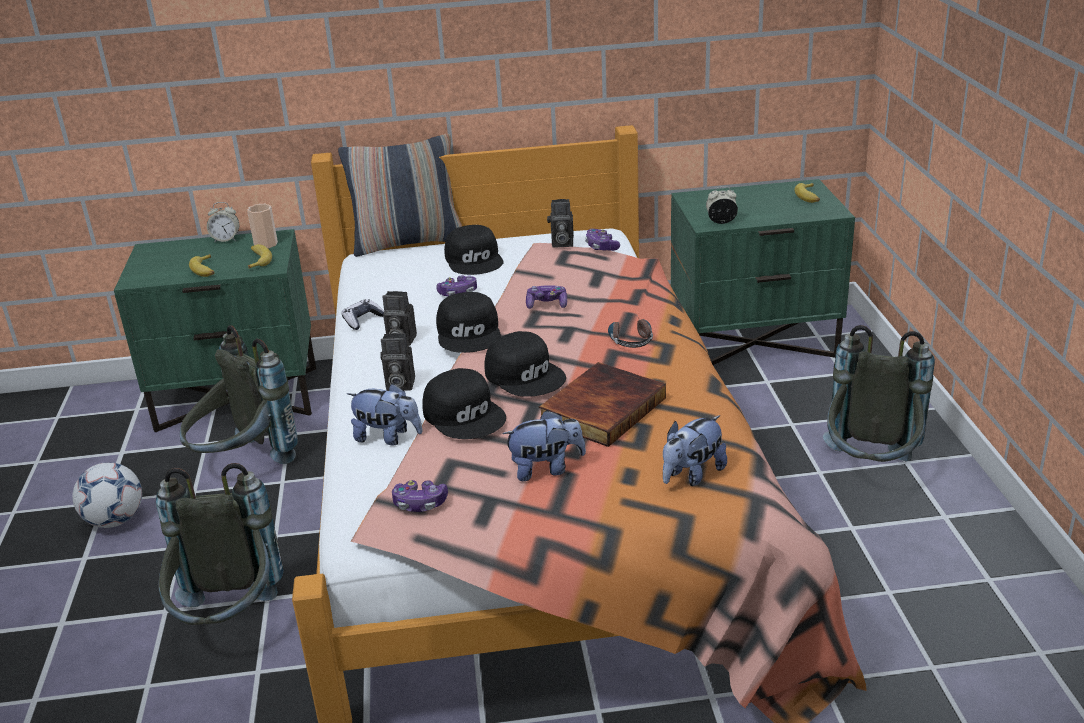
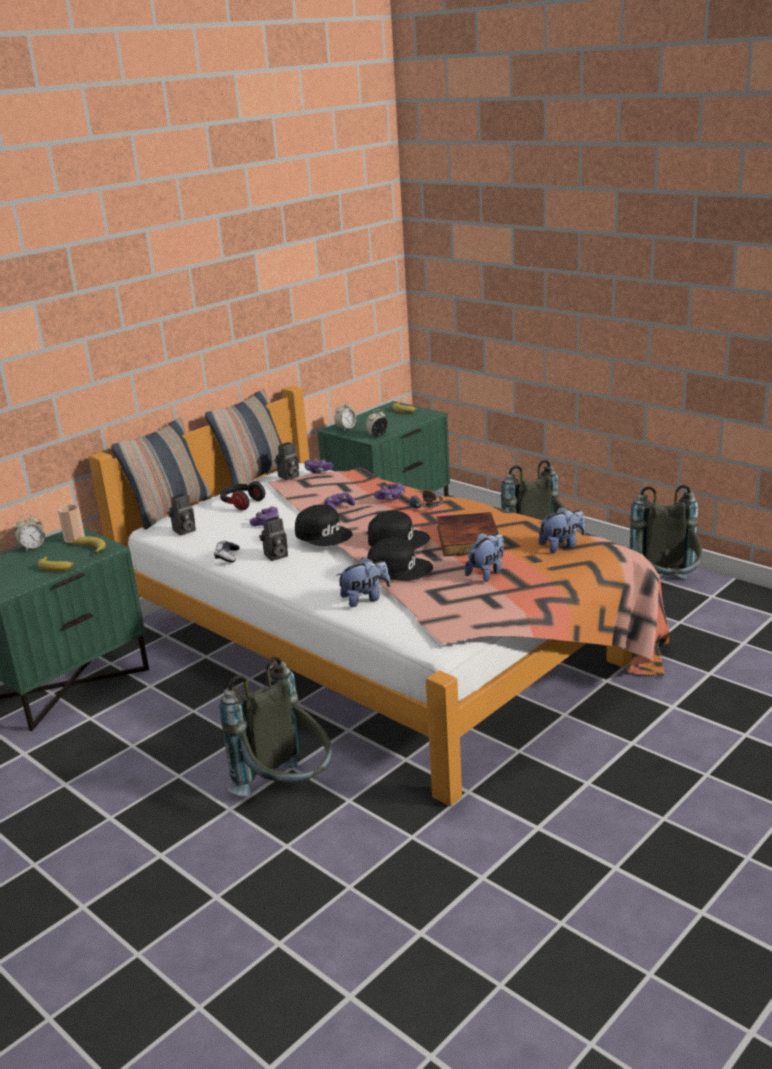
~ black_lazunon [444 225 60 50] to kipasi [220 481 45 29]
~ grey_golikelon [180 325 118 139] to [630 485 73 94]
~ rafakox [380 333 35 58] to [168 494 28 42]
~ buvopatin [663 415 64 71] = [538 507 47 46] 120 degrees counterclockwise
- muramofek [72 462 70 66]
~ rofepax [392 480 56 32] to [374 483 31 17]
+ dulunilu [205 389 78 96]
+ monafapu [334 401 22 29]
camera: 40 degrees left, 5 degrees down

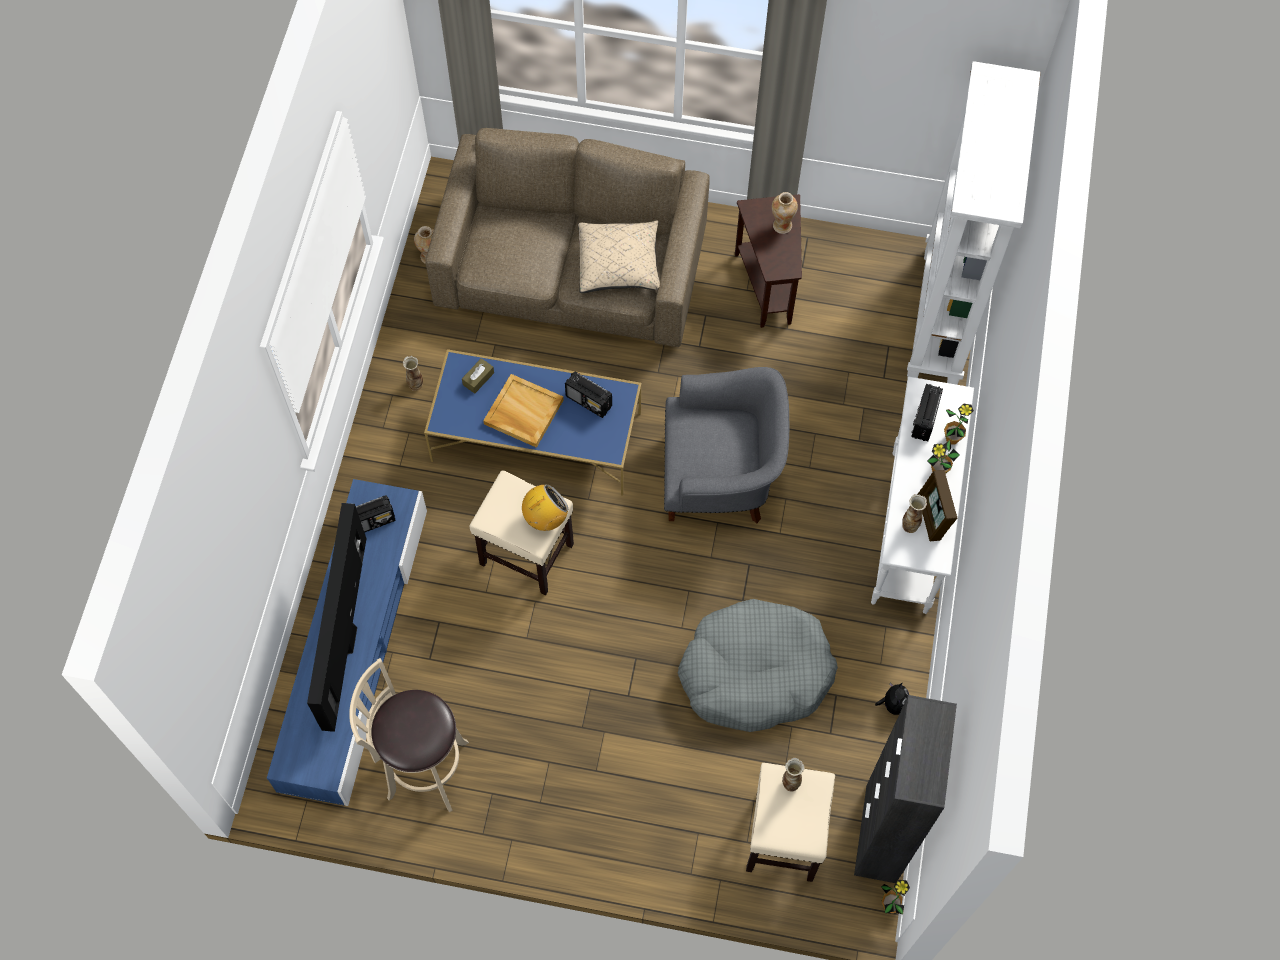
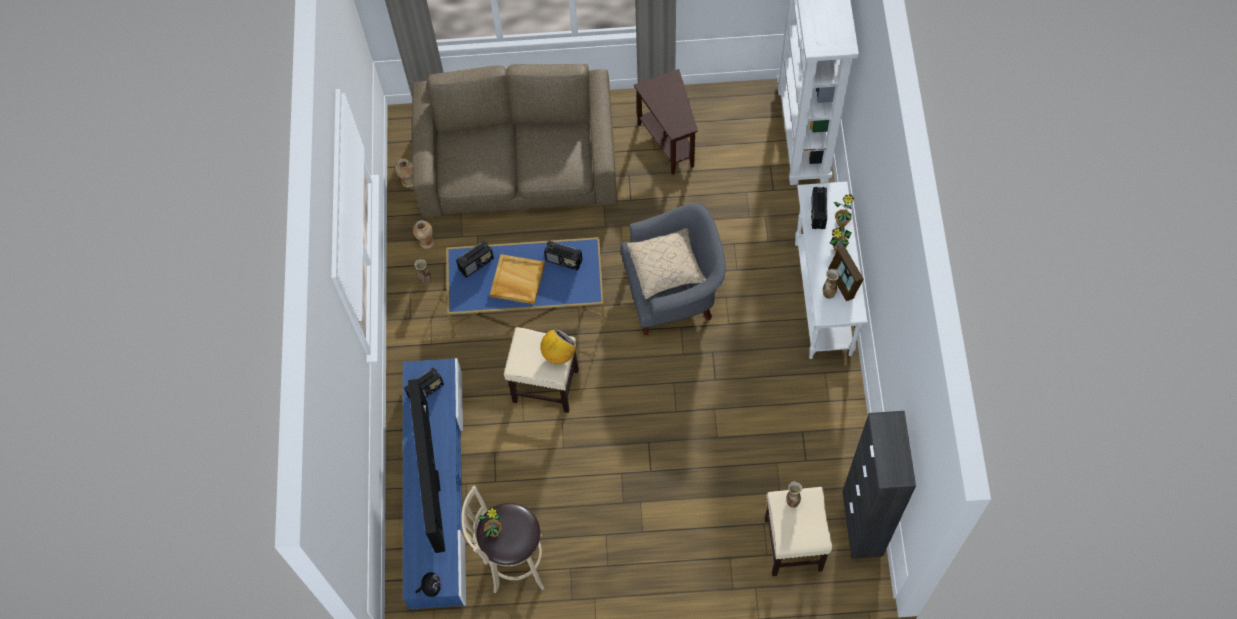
~ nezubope [772 192 26 42] to [413 220 21 29]
~ beige_dulunilu [578 220 82 73] to [626 228 80 72]
~ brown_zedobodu [462 358 32 36] to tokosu [456 241 38 37]
- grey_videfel [678 599 160 133]
~ buvopatin [875 682 34 33] to [415 572 26 25]
~ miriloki [881 880 29 34] to [478 507 24 30]
camera: 10 degrees left, 0 degrees up

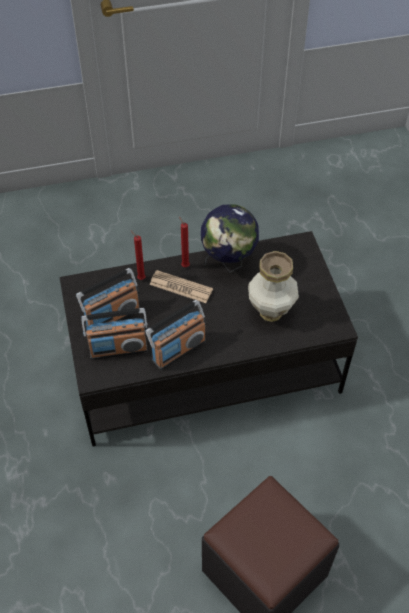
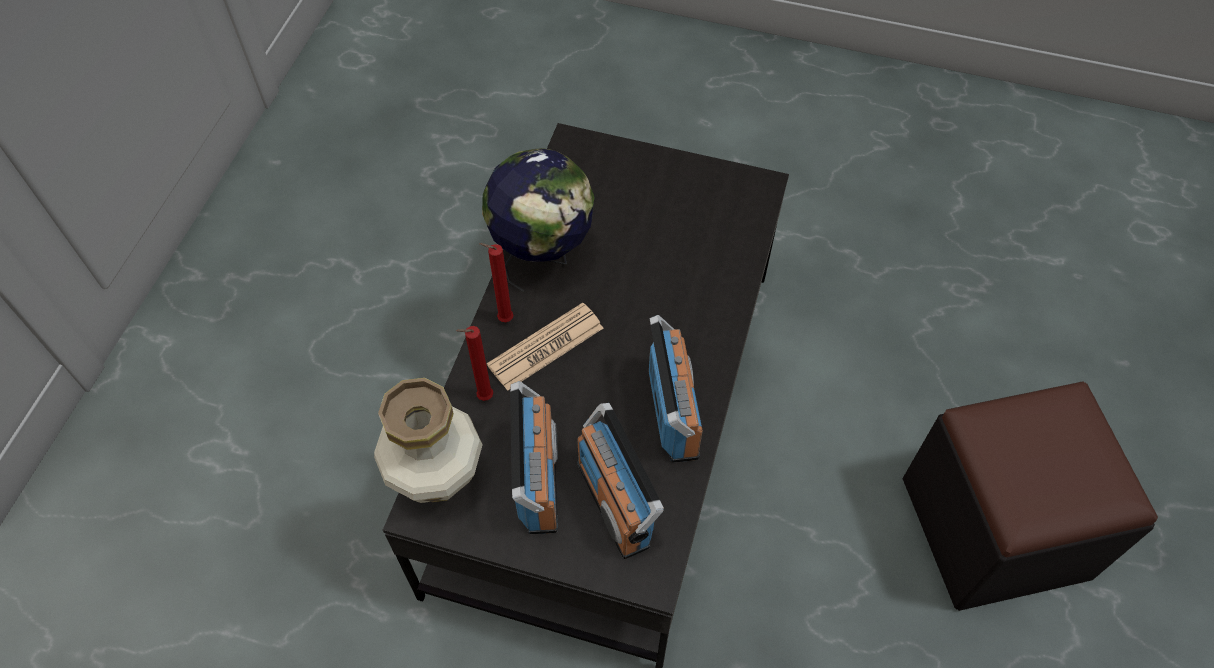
~ nezubope [248 251 51 71] to [374 378 109 125]
~ tokosu [81 308 67 52] = [577 403 87 156] 135 degrees clockwise
camera: 60 degrees left, 5 degrees up

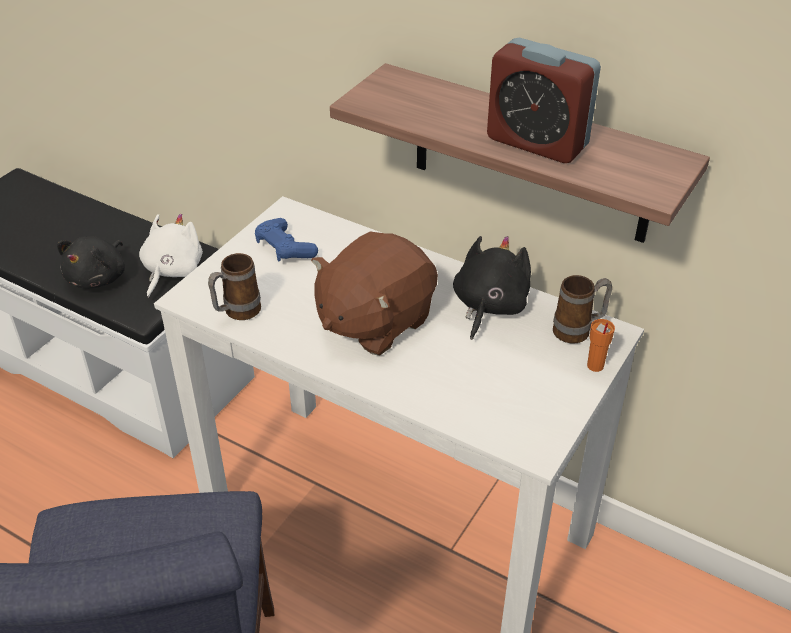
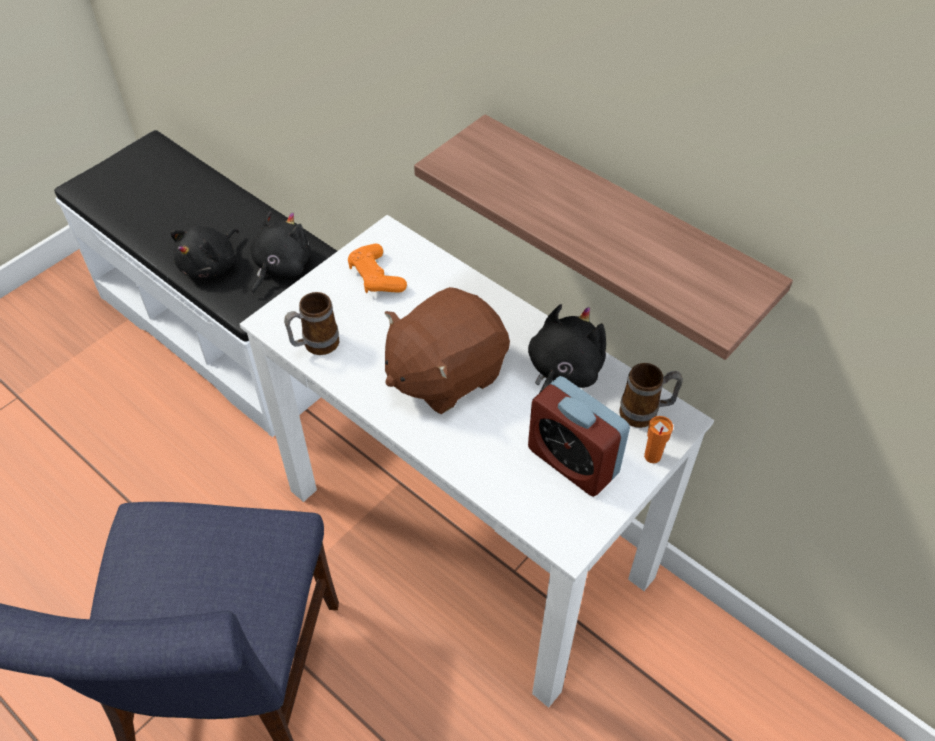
~ monafapu [487 38 114 125] to [528 376 102 121]
~ white_buvopatin [139 213 64 85] to black_buvopatin [250 211 61 84]
~ blue_rofepax [255 218 63 43] to orange_rofepax [348 244 59 49]
camera: 10 degrees right, 10 degrees up

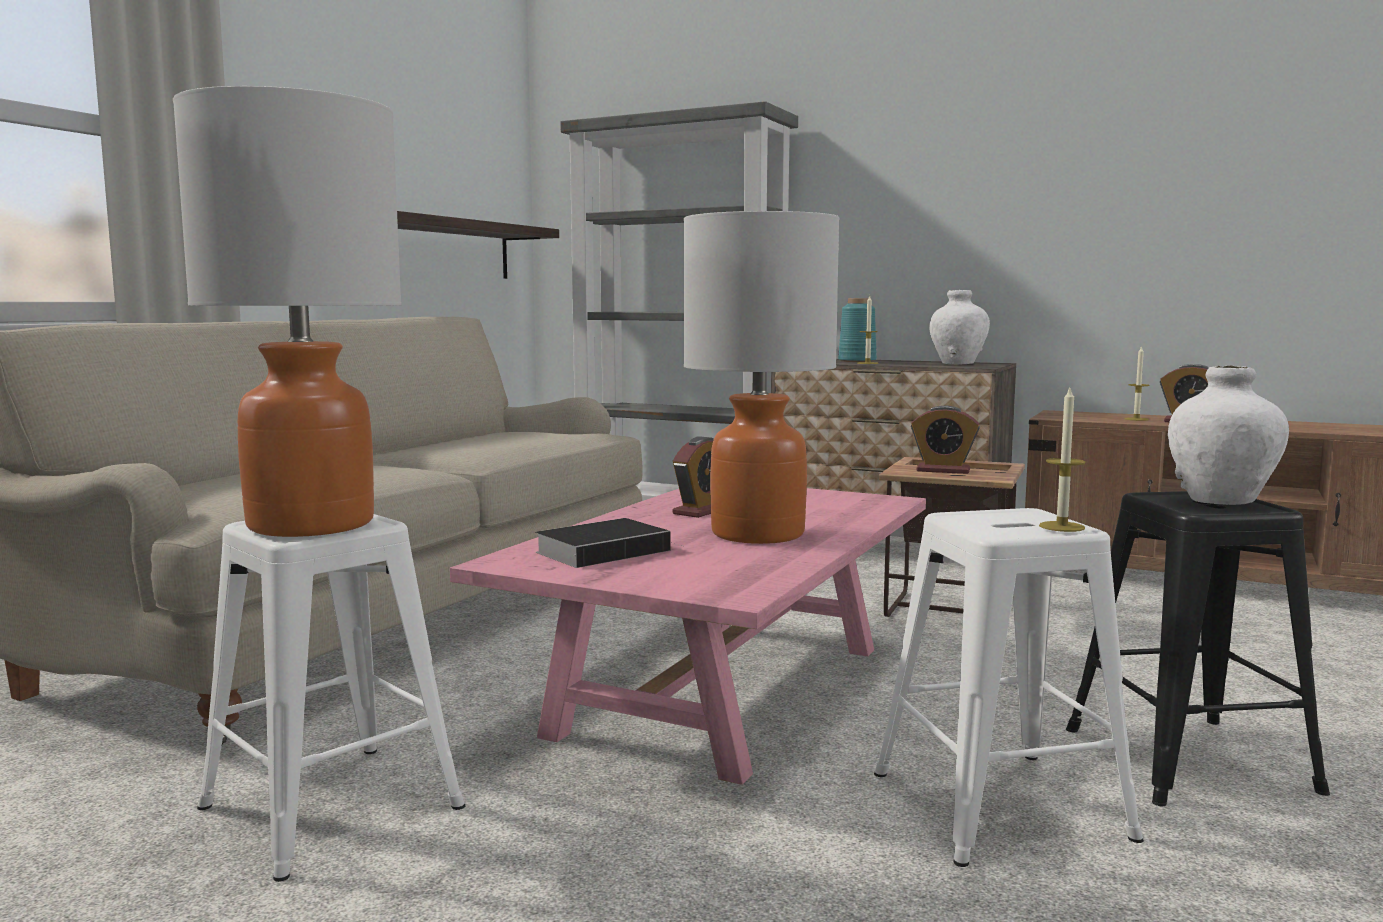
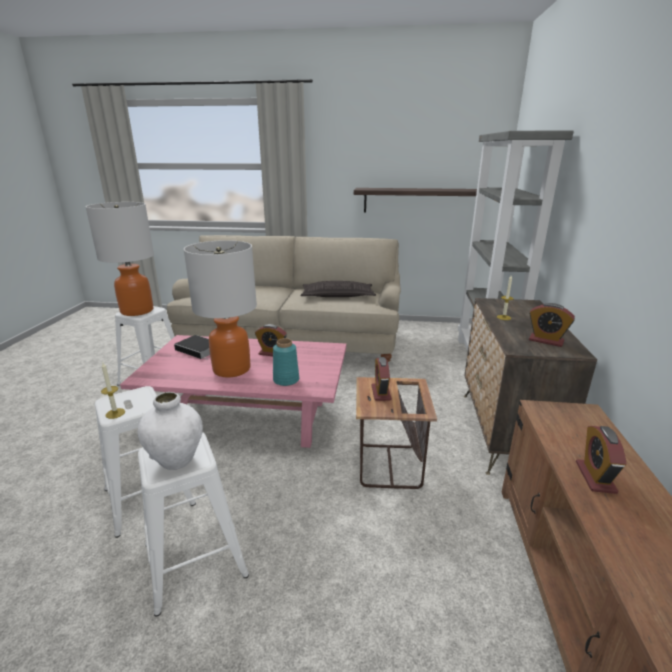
~ white_nezubope [929 290 61 74] to monafapu [529 303 46 44]
~ turquoise_nezubope [838 298 39 64] to [273 338 26 48]
- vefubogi [1124 345 25 76]
~ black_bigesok [1066 491 264 315] to white_bigesok [138 432 111 185]
+ dulunilu [300 281 76 16]
camera: 70 degrees right, 15 degrees up

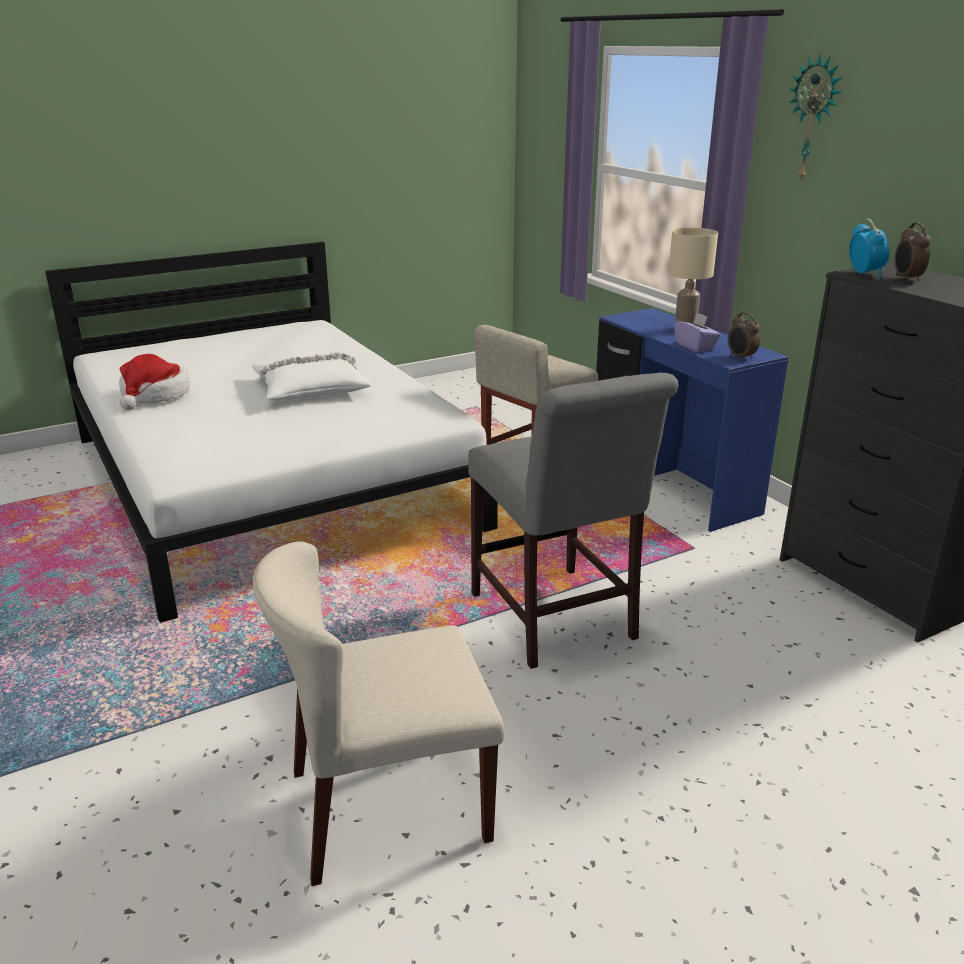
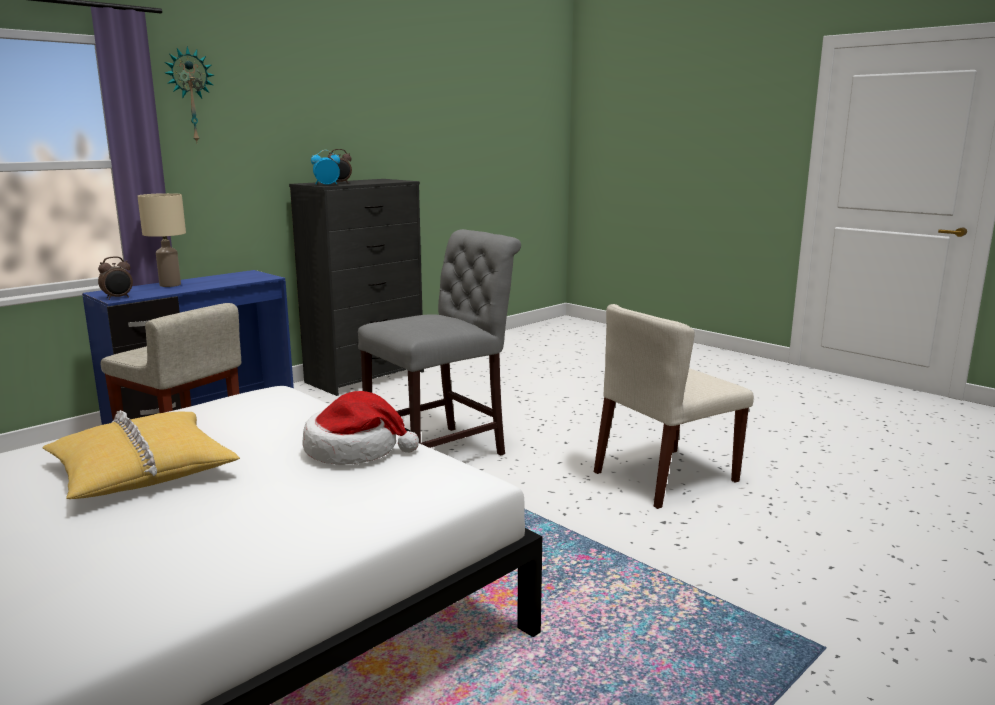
- purple_zedobodu [674 312 46 41]
~ monafapu [728 312 32 49] to [98 256 35 44]
~ white_dulunilu [252 352 119 48] to yellow_dulunilu [42 410 198 89]
~ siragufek [119 354 71 56] to [302 391 117 74]
~ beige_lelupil [253 542 252 344] = [594 304 160 205] 90 degrees clockwise
camera: 105 degrees left, 10 degrees down

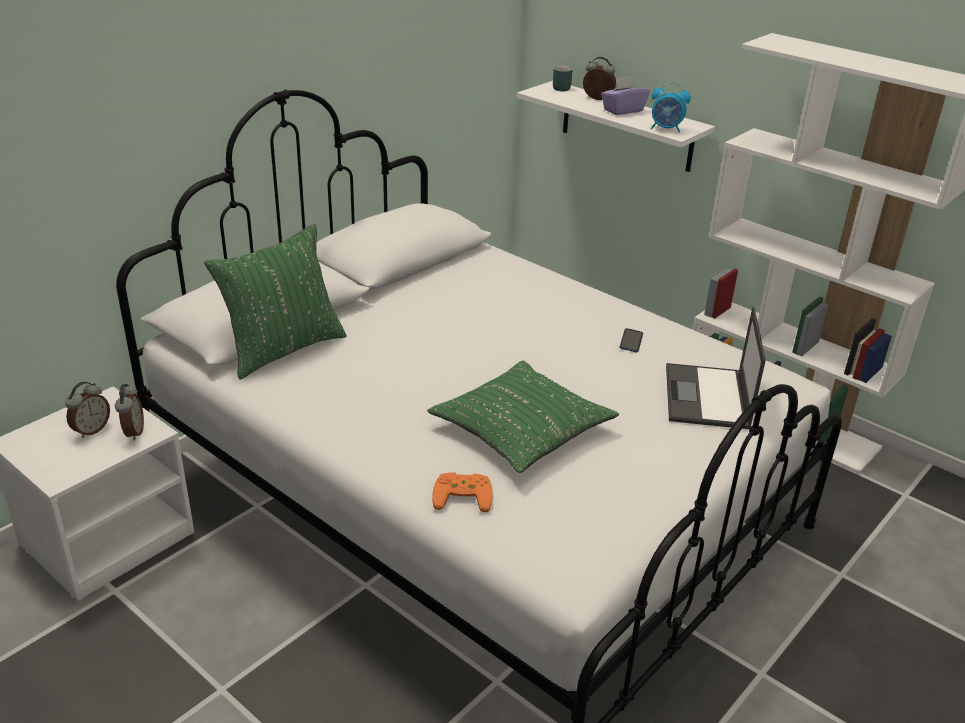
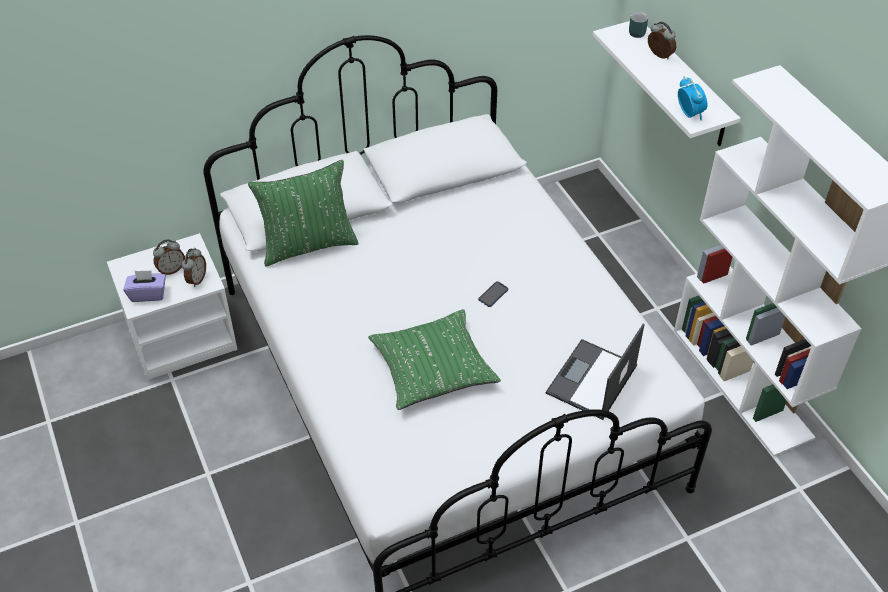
~ purple_zedobodu [601 76 49 39] to [123 270 43 32]
~ monafapu [651 82 40 51] = [678 76 29 45] 150 degrees counterclockwise
~ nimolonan [619 328 24 24] to [478 281 30 26]
- orange_rofepax [432 473 61 39]
camera: 25 degrees right, 15 degrees up

